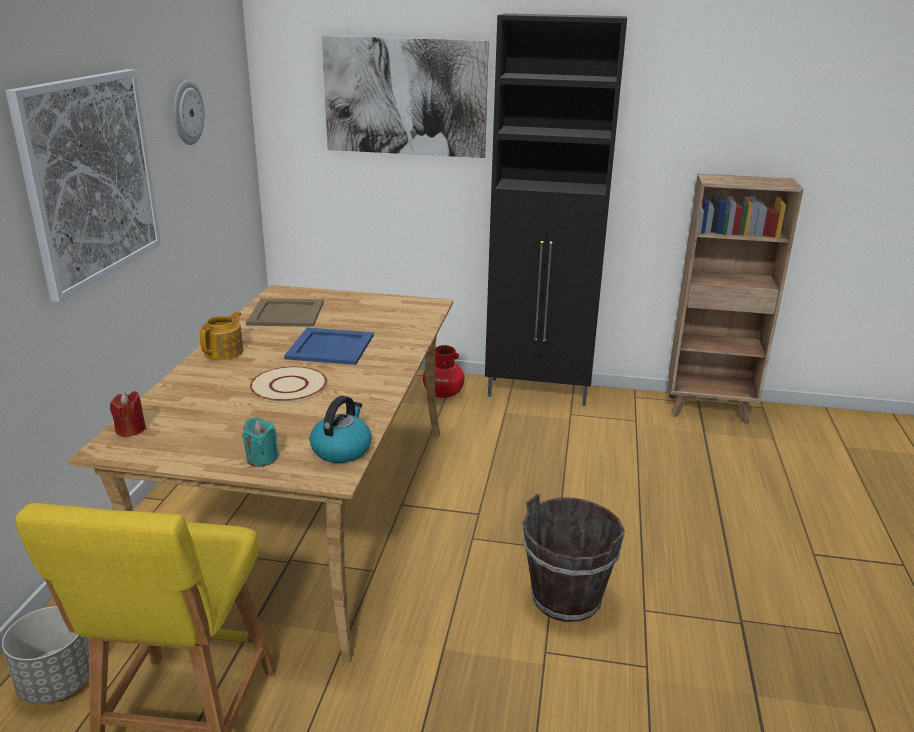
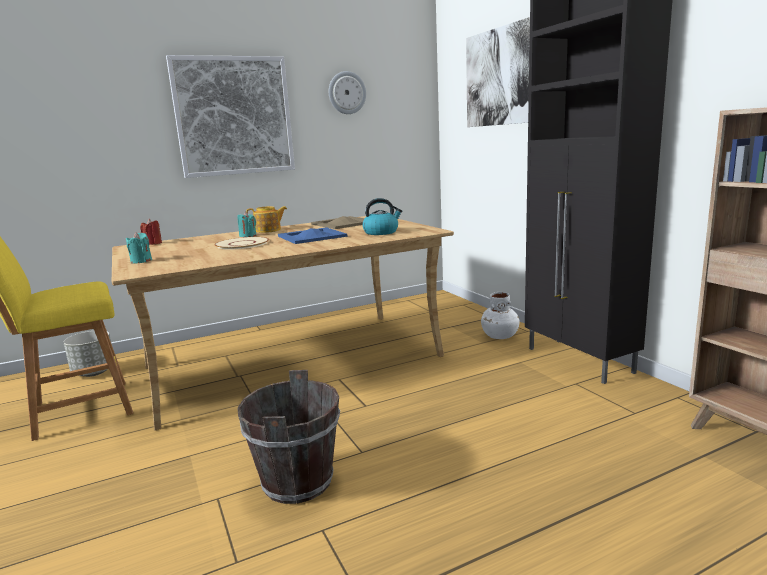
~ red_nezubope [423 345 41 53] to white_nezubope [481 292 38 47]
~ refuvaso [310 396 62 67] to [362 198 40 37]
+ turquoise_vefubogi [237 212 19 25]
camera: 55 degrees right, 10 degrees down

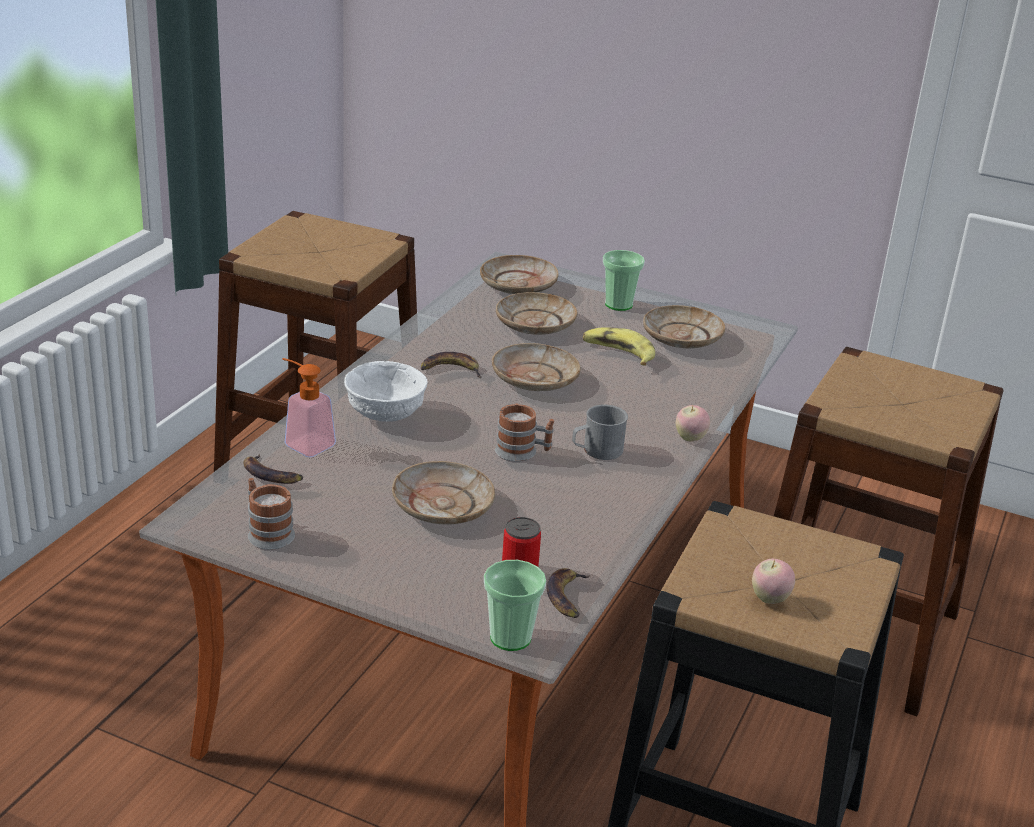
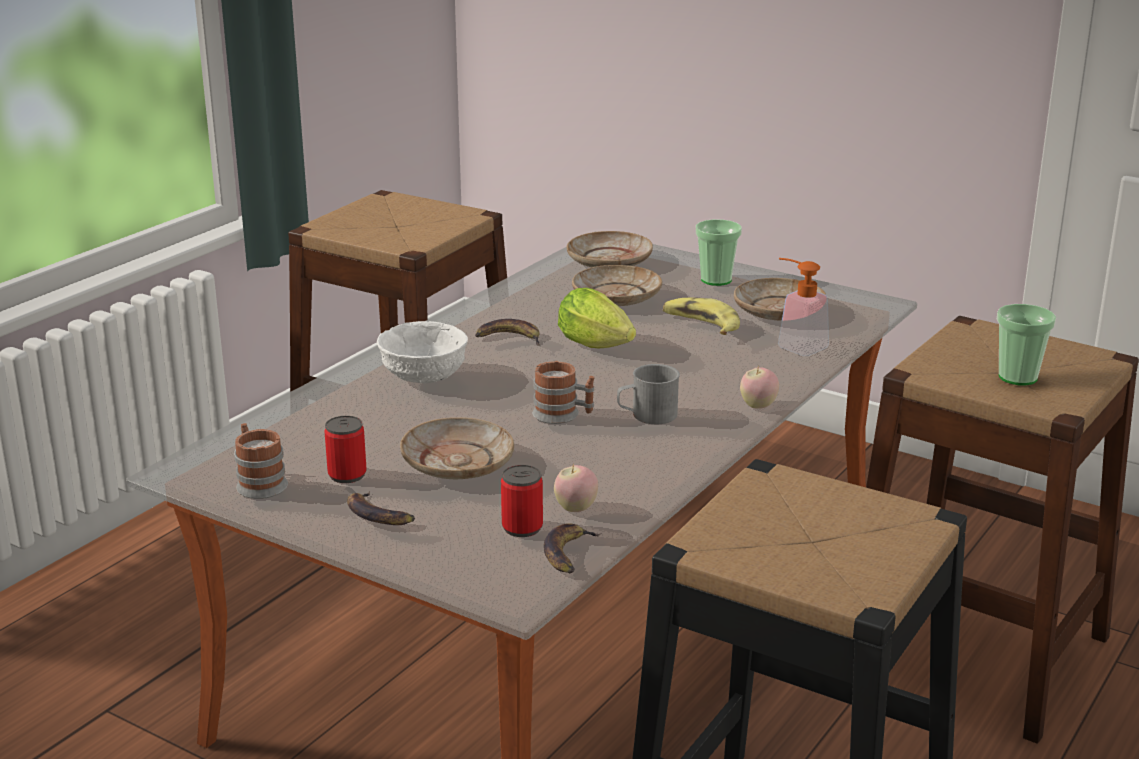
~ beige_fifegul [492 343 89 48] to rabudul [558 288 78 60]
~ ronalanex [282 358 54 99] to [778 258 51 98]
~ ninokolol [243 454 60 30] to [347 491 68 34]
~ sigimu [752 559 43 45] to [554 464 44 48]
~ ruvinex [484 560 62 91] to [997 304 59 81]
+ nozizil [324 416 43 67]
camera: 10 degrees right, 5 degrees down

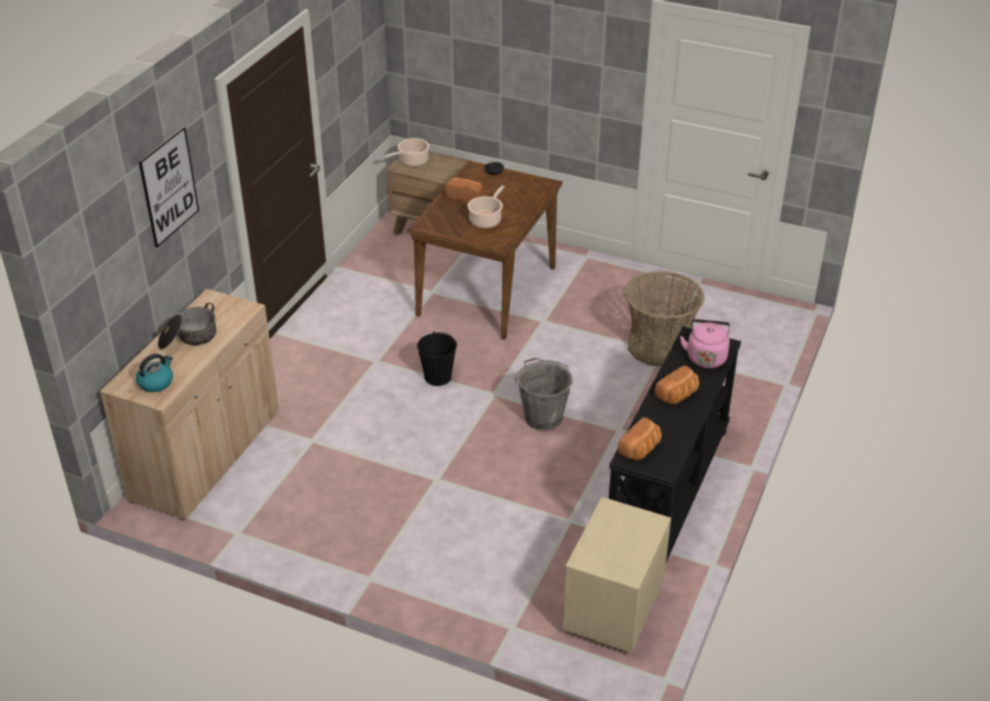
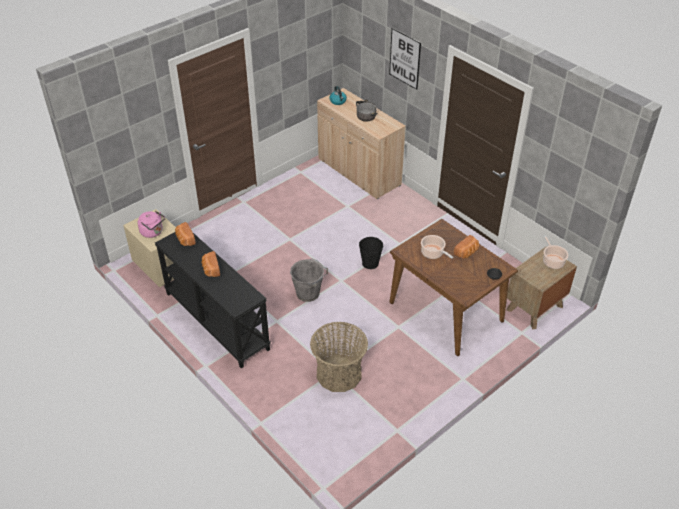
~ pink_refuvaso [680 319 50 49] to [138 211 27 27]
camera: 115 degrees right, 5 degrees up

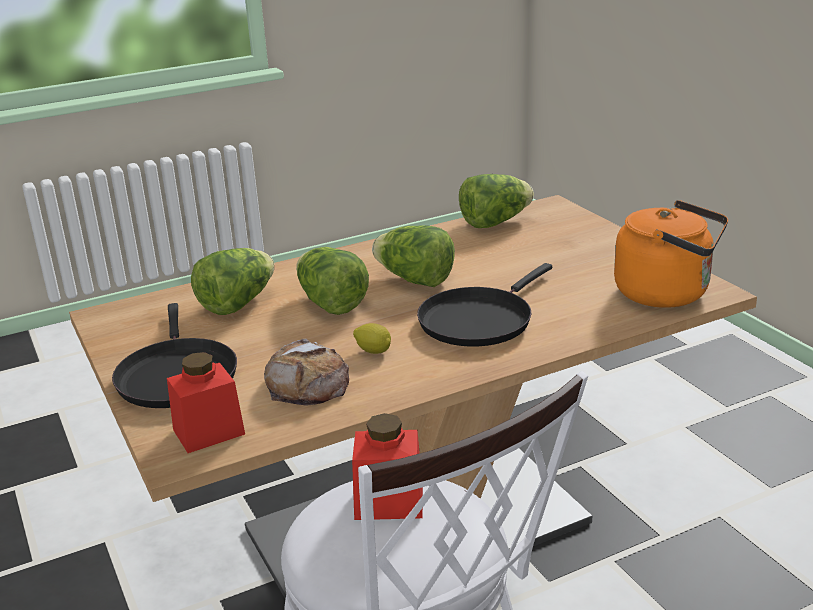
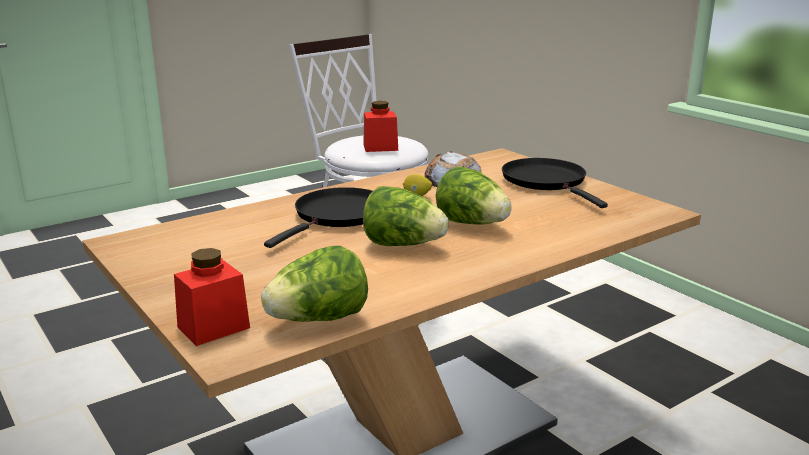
- orange_refuvaso [614 200 114 108]
- rabudul [191 248 83 67]
~ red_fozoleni [167 352 78 101] to [174 248 76 98]
camera: 170 degrees right, 5 degrees down

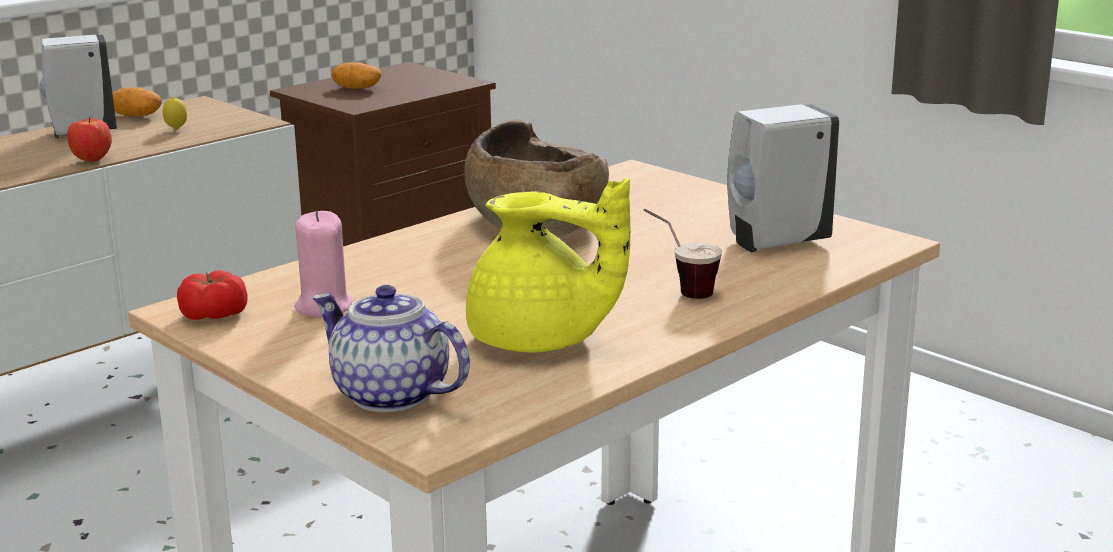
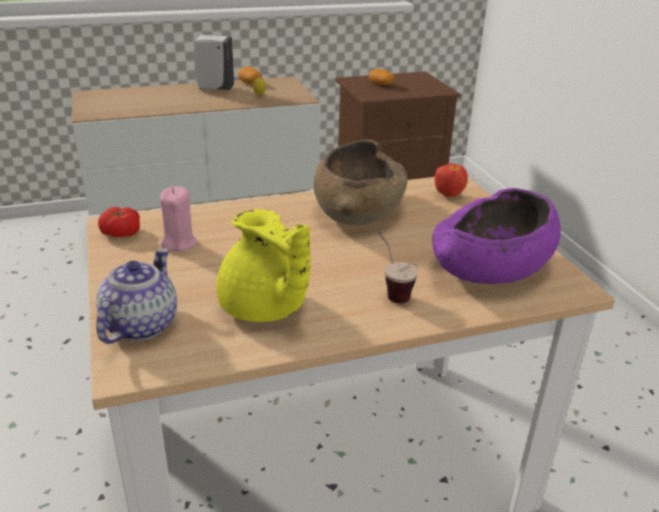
~ white_ronalanex [727 104 112 148] to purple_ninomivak [432 188 129 96]
~ sigimu [67 117 45 45] to [435 163 33 34]
~ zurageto [312 285 158 127] = [96 248 81 96] 45 degrees clockwise
camera: 25 degrees right, 10 degrees up

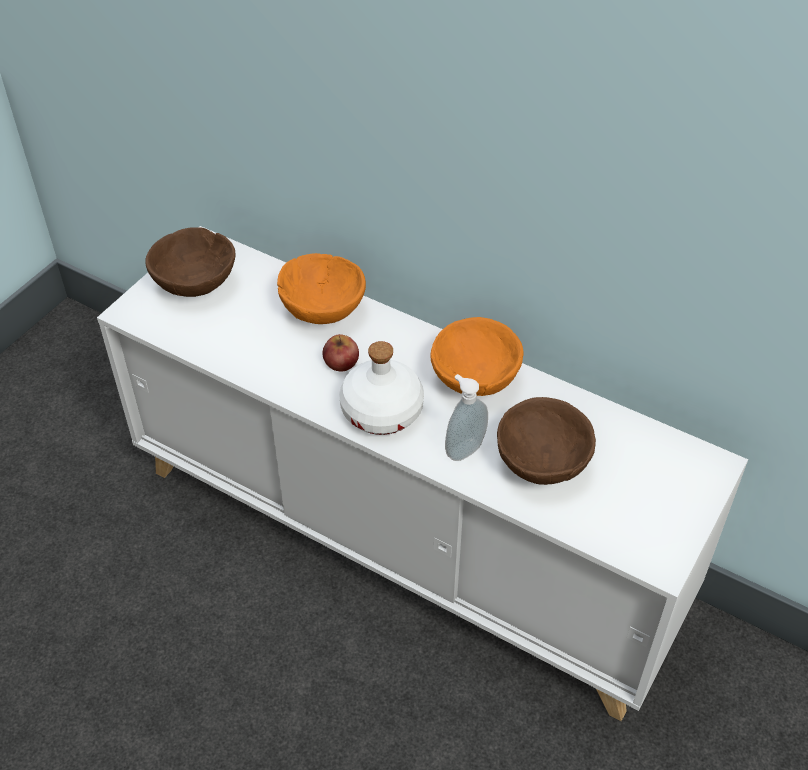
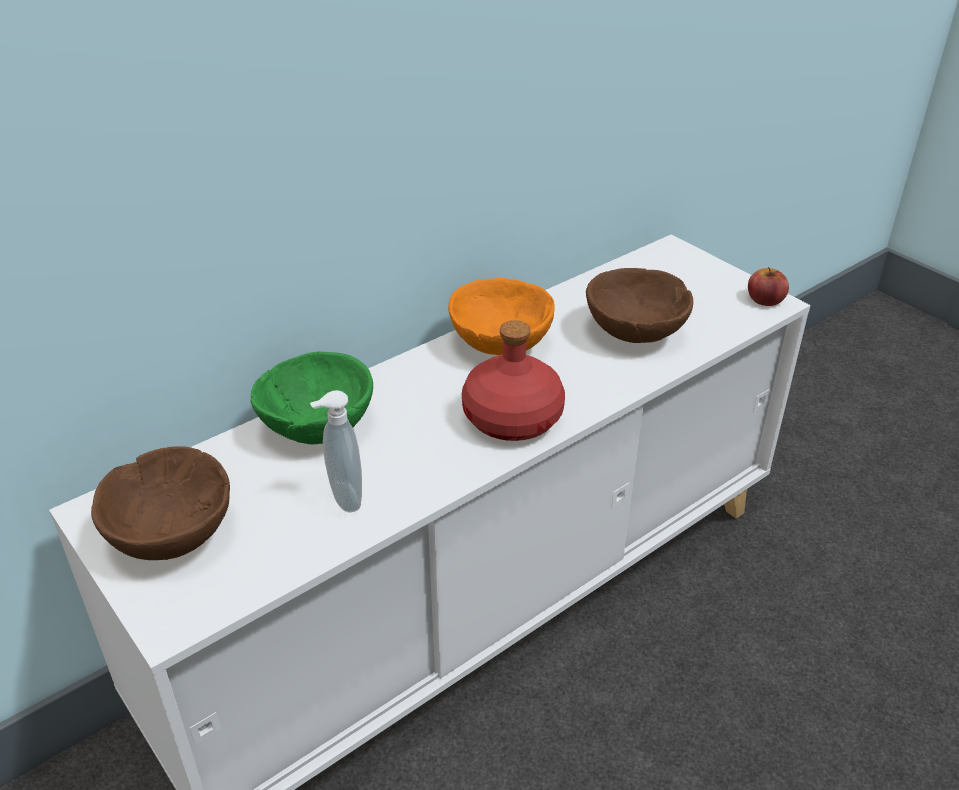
~ orange_ninomivak [277 253 89 71] to green_ninomivak [250 351 123 93]
~ sigimu [322 334 37 37] to [748 267 41 39]
~ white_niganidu [339 341 85 94] to red_niganidu [462 320 103 121]
~ ronalanex [445 374 43 87] to [310 390 52 122]
camera: 70 degrees left, 10 degrees down

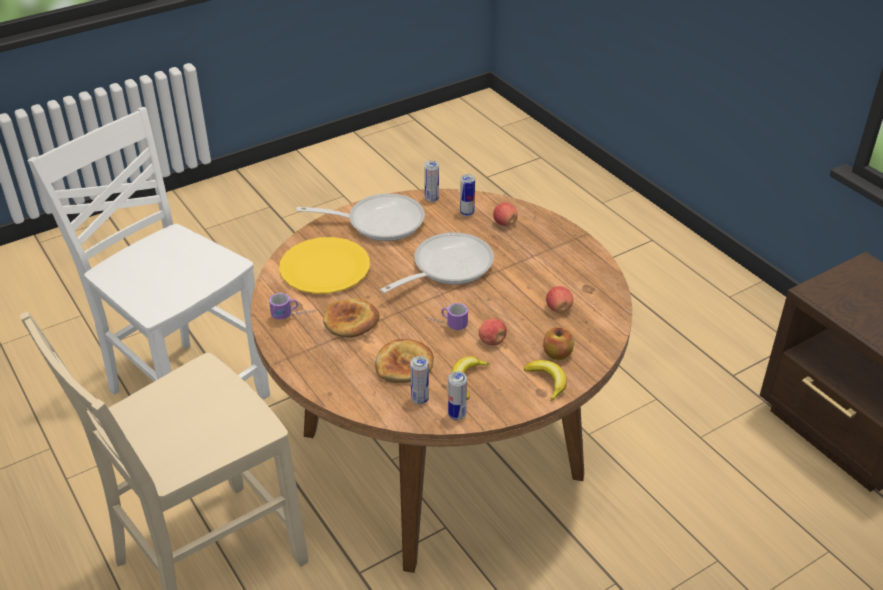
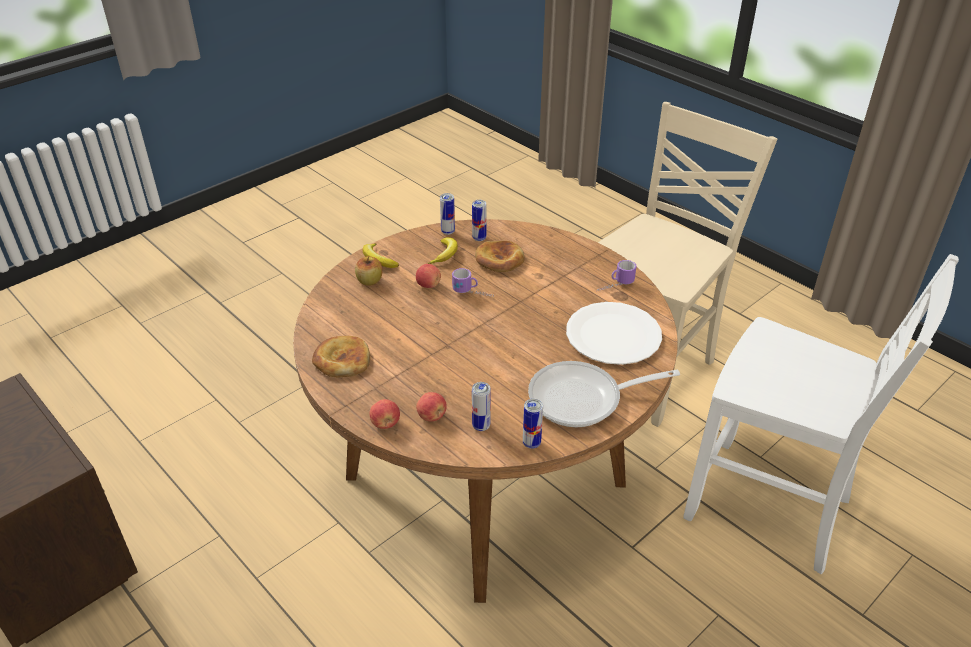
- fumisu [380 232 114 61]
~ yellow_fifegul [279 237 91 57] to white_fifegul [566 302 96 63]
~ sigimu [546 286 27 27] to [369 399 31 30]
~ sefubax [323 298 57 40] to [312 336 58 41]
camera: 170 degrees right, 0 degrees up

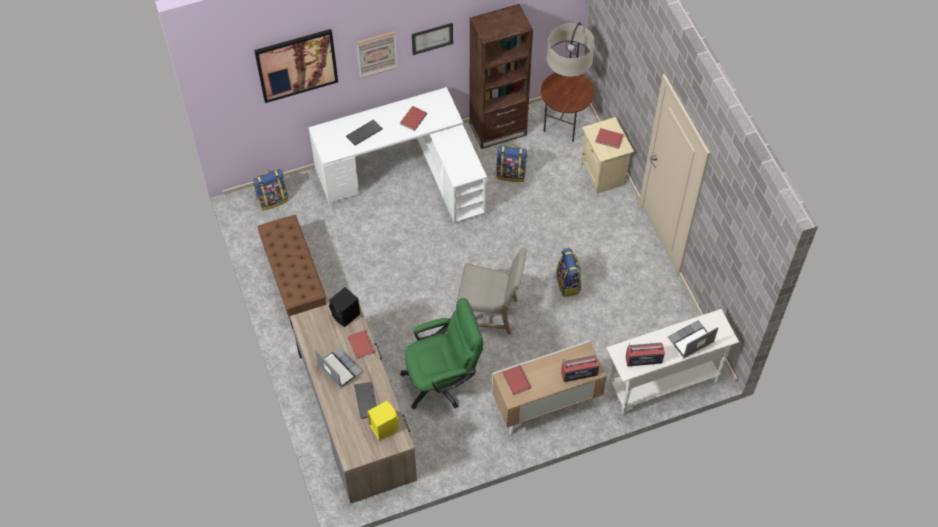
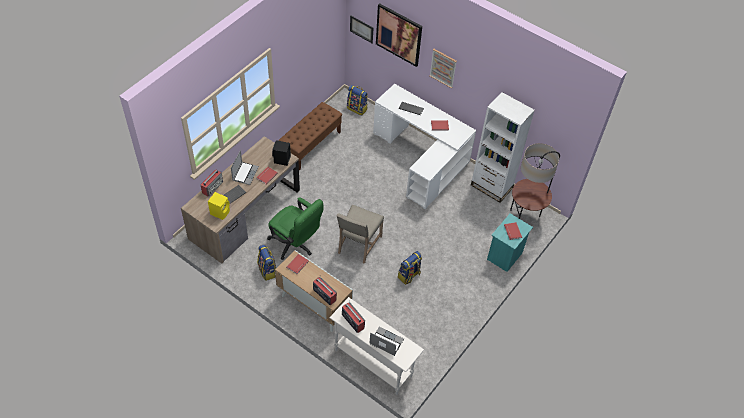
~ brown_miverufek [469 4 64 145] to white_miverufek [471 92 64 111]
~ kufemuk [412 23 41 32] to [350 16 23 27]
~ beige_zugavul [581 117 53 77] to turquoise_zugavul [487 214 46 58]
~ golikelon [496 144 31 38] to [257 245 19 36]
~ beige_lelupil [456 248 71 87] = [337 204 47 60] 45 degrees clockwise
+ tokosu [200 170 23 27]
camera: 55 degrees right, 5 degrees down

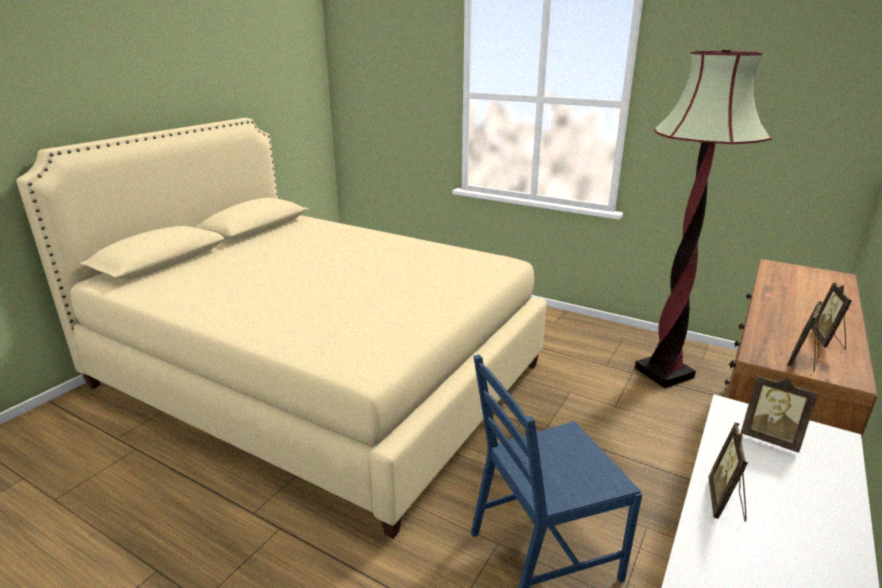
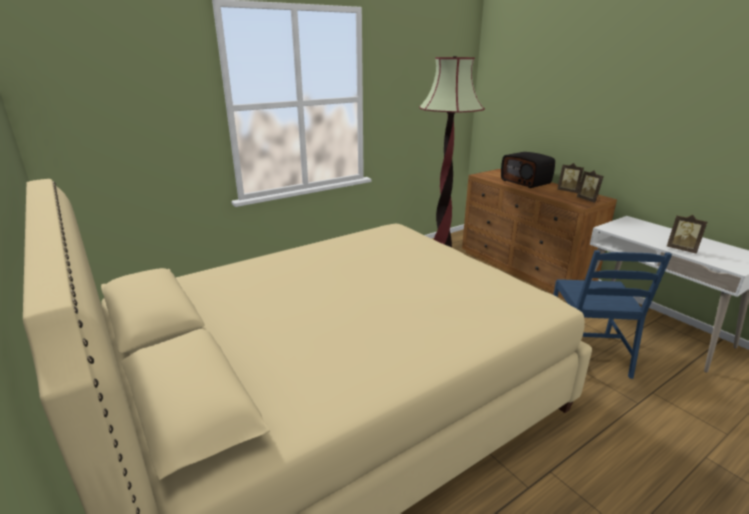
- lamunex [741 375 77 78]
+ tokosu [501 152 54 36]
camera: 65 degrees left, 0 degrees up

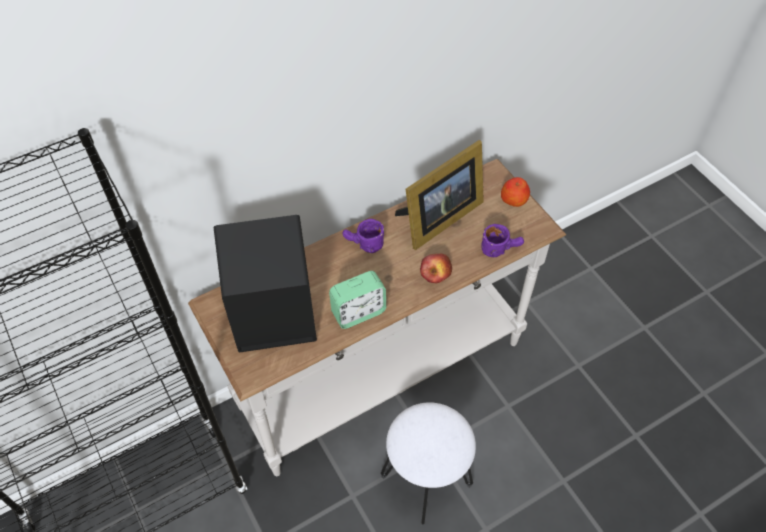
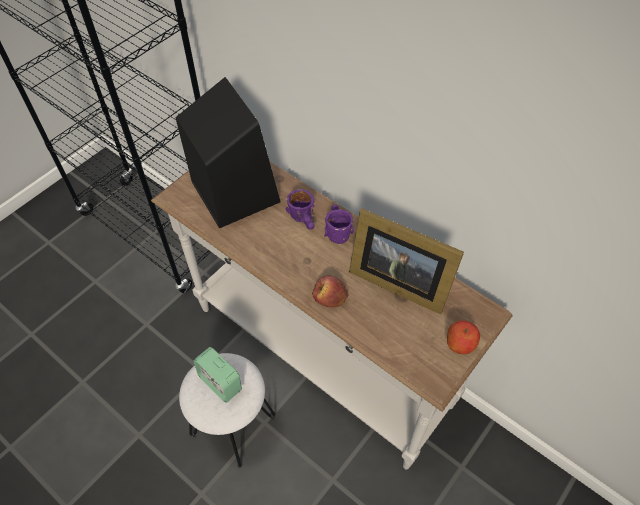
~ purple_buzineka [481 224 43 33] to [285 189 29 41]
~ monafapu [329 271 57 58] to [193 347 49 56]
camera: 70 degrees right, 0 degrees up

